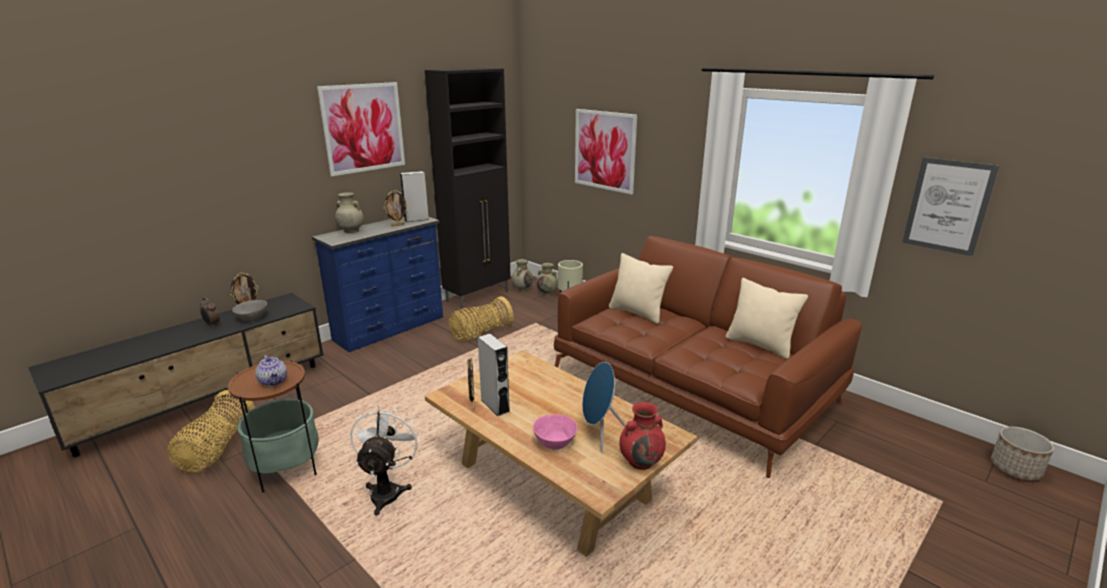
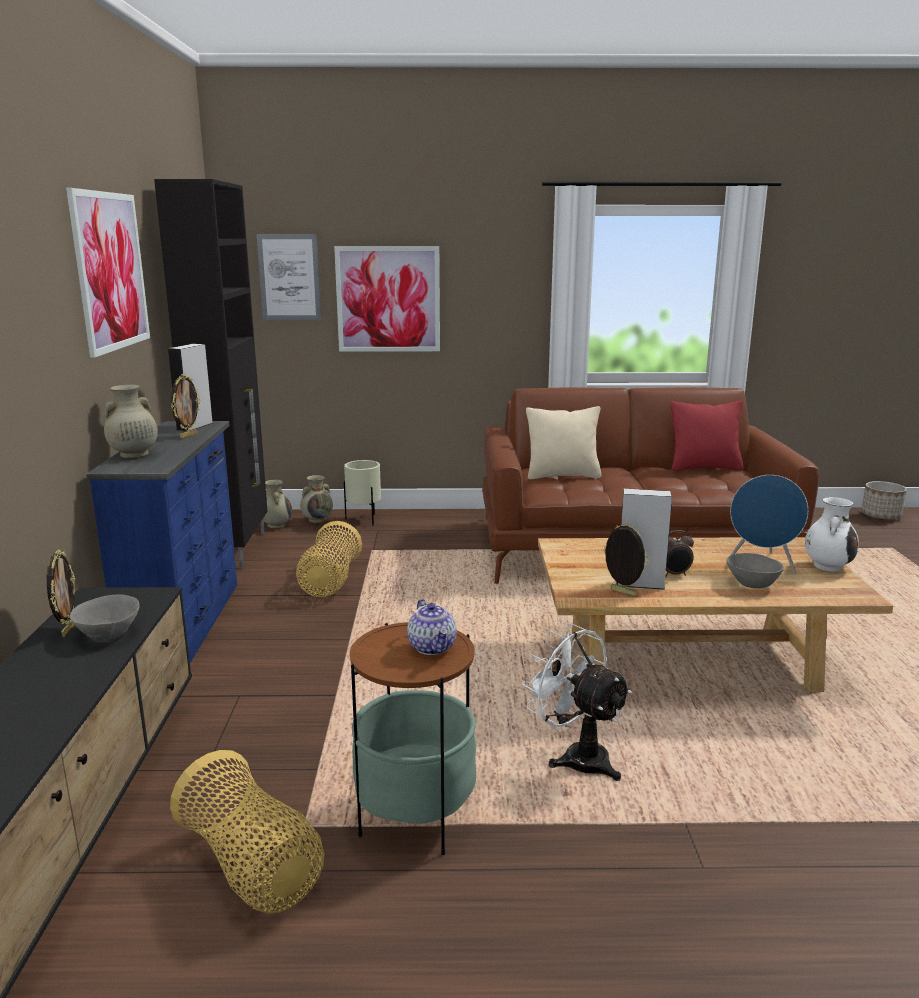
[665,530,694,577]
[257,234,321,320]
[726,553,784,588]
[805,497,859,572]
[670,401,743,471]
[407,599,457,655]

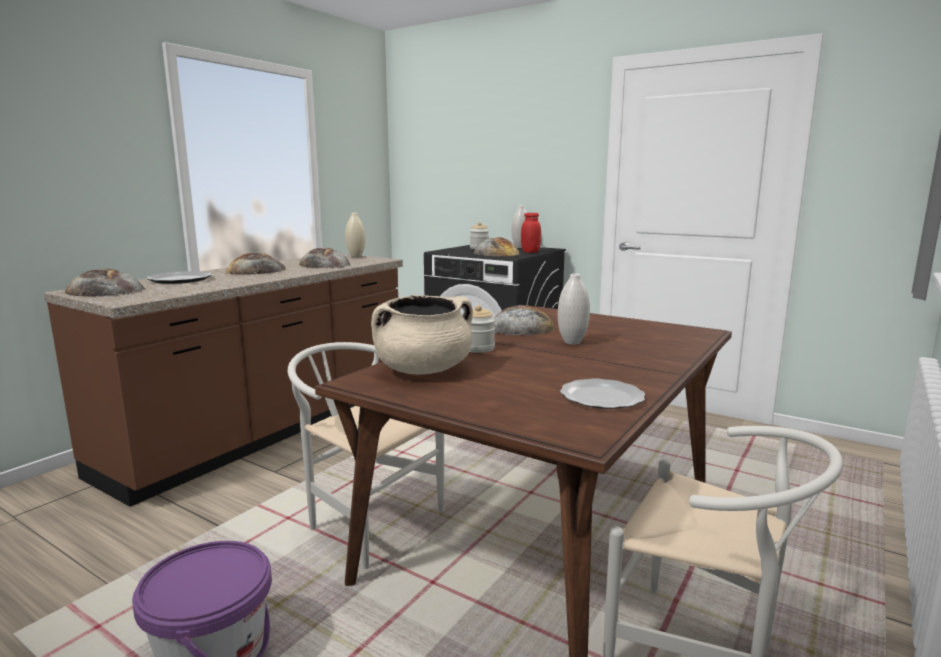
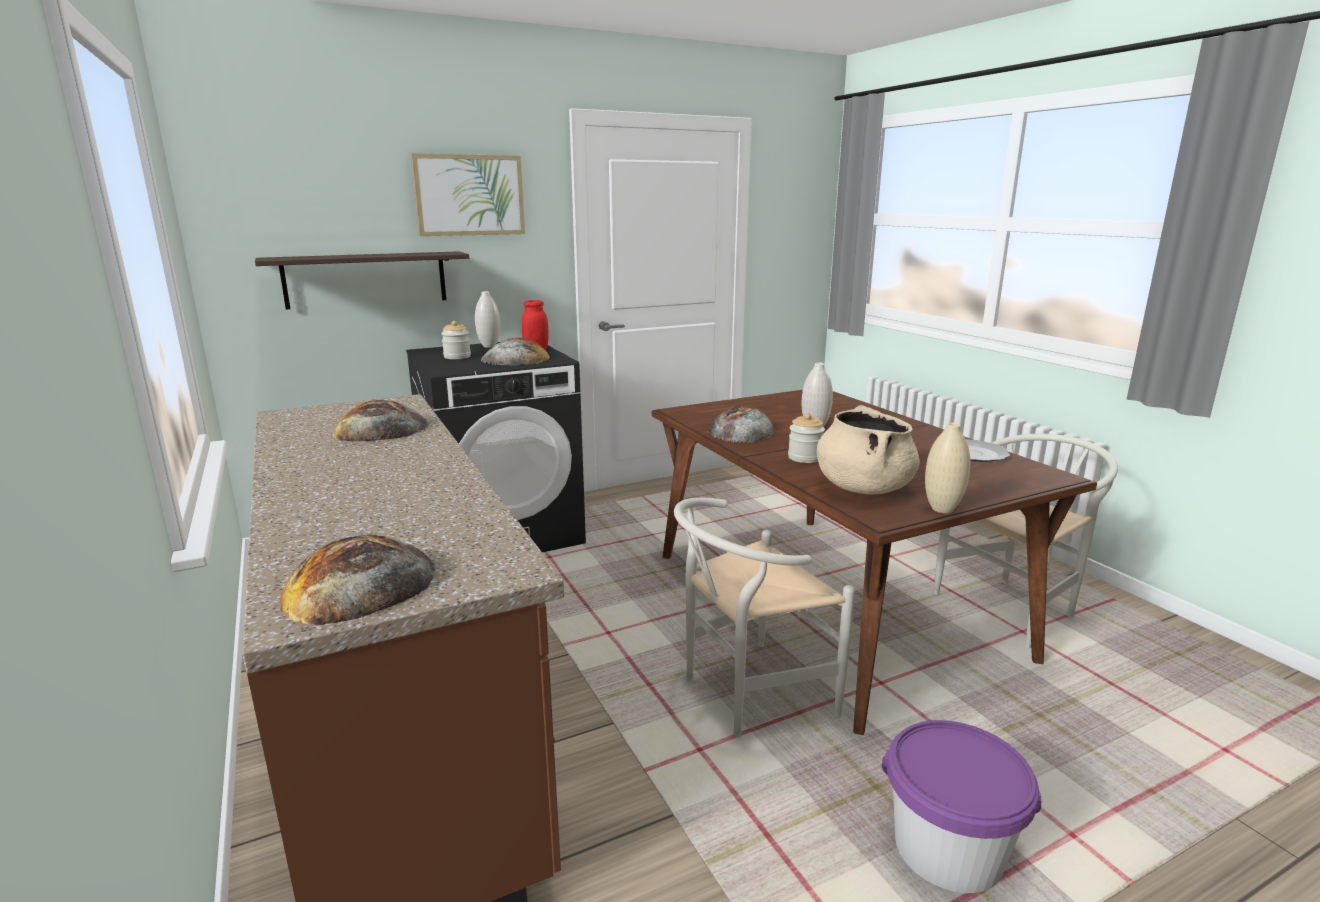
[147,271,212,284] (first image)
[225,253,286,275] (first image)
[255,251,469,309]
[411,153,525,236]
[925,423,971,513]

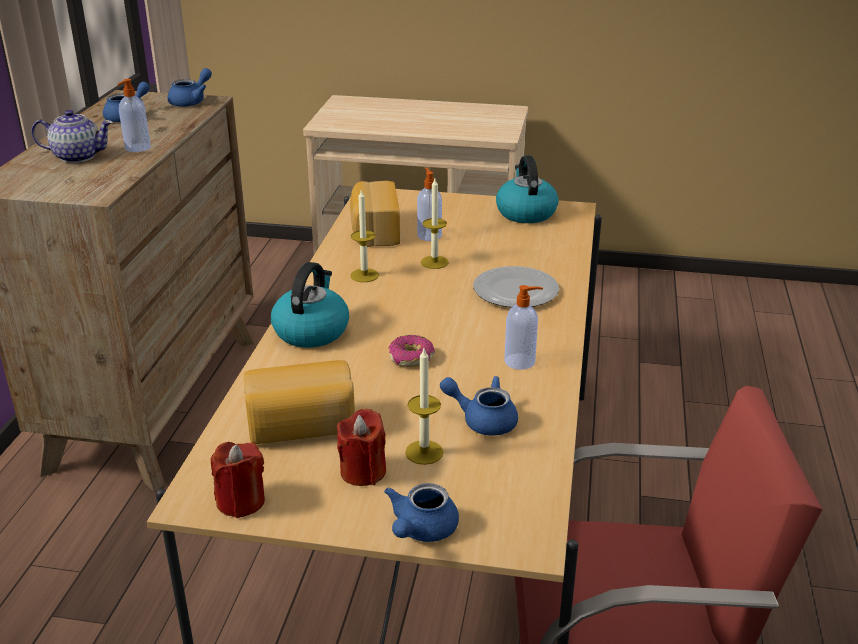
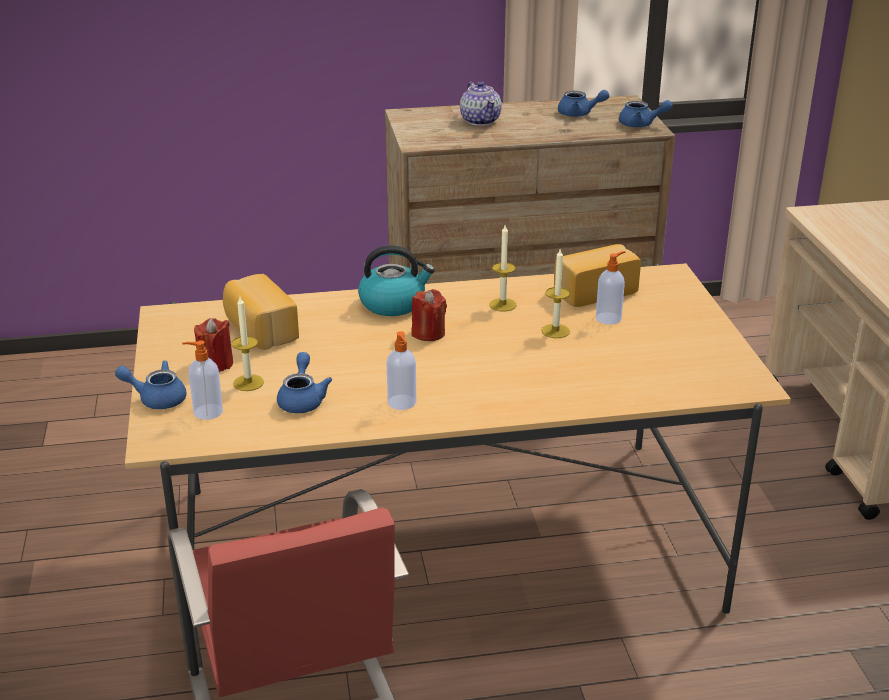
[389,335,435,367] (first image)
[473,266,559,308] (first image)
[496,156,559,223] (first image)
[182,340,223,420]
[411,289,447,341]

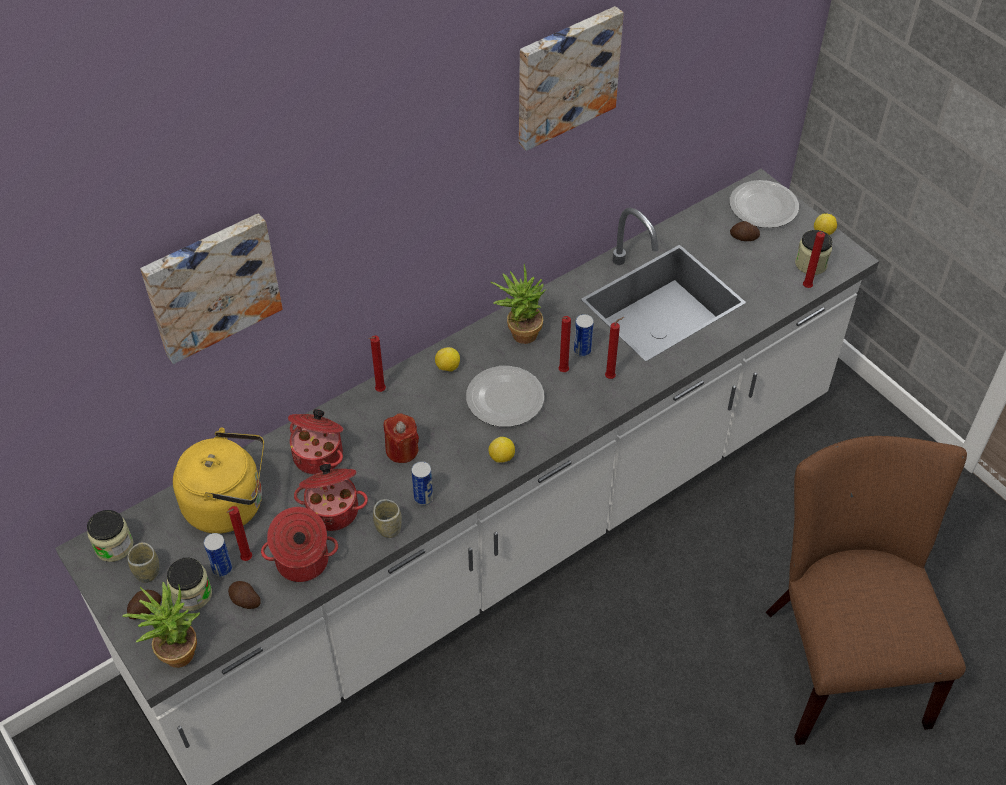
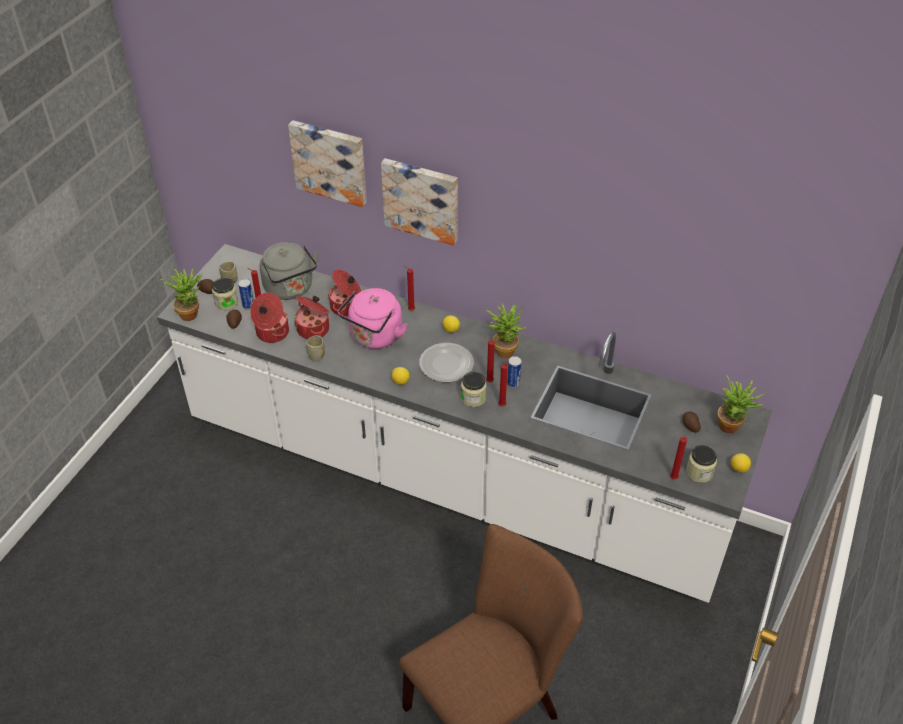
[411,461,433,506] (first image)
[461,372,487,407]
[381,158,458,246]
[338,288,408,349]
[717,376,767,433]
[260,242,319,300]

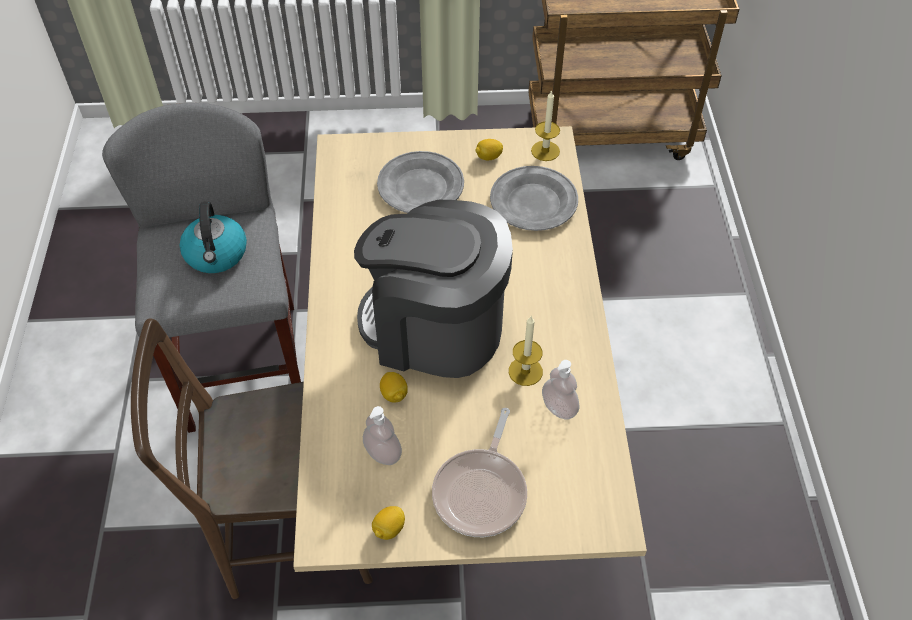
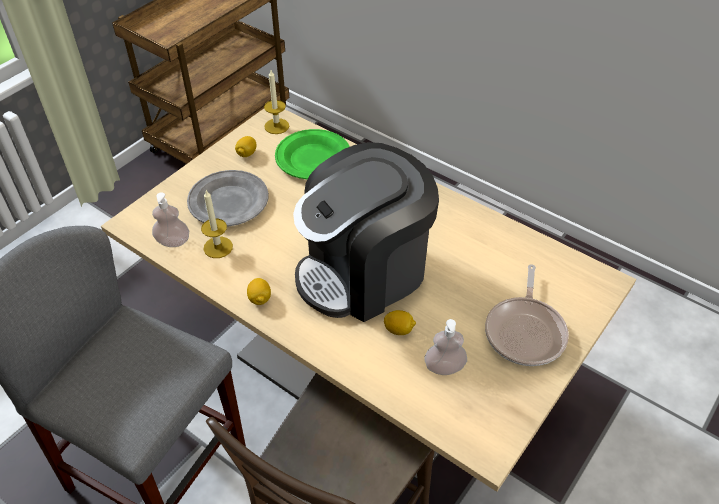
[180,202,247,273] (first image)
[247,278,271,305]
[201,190,233,258]
[152,192,189,247]
[275,129,350,179]
[485,264,569,366]

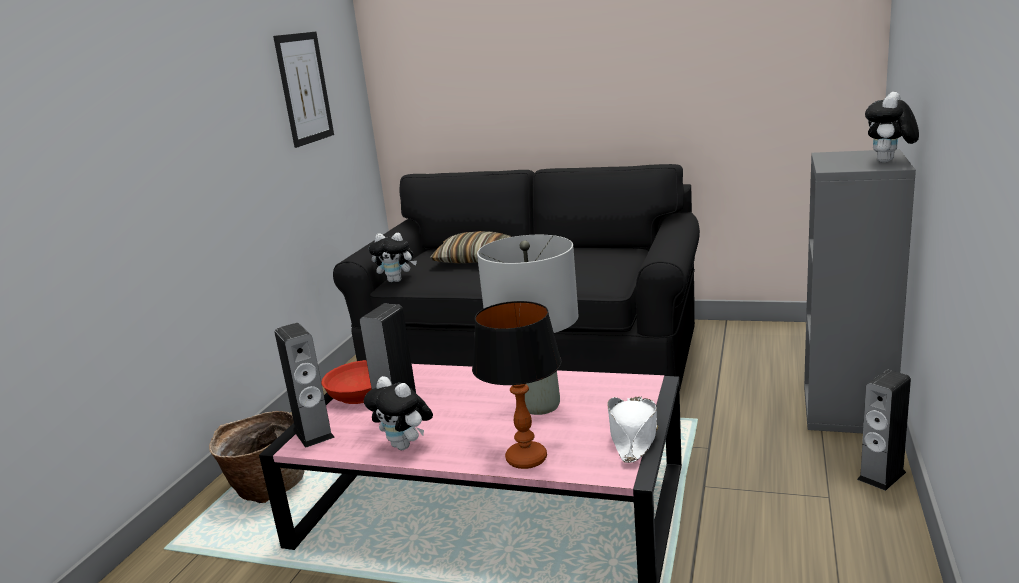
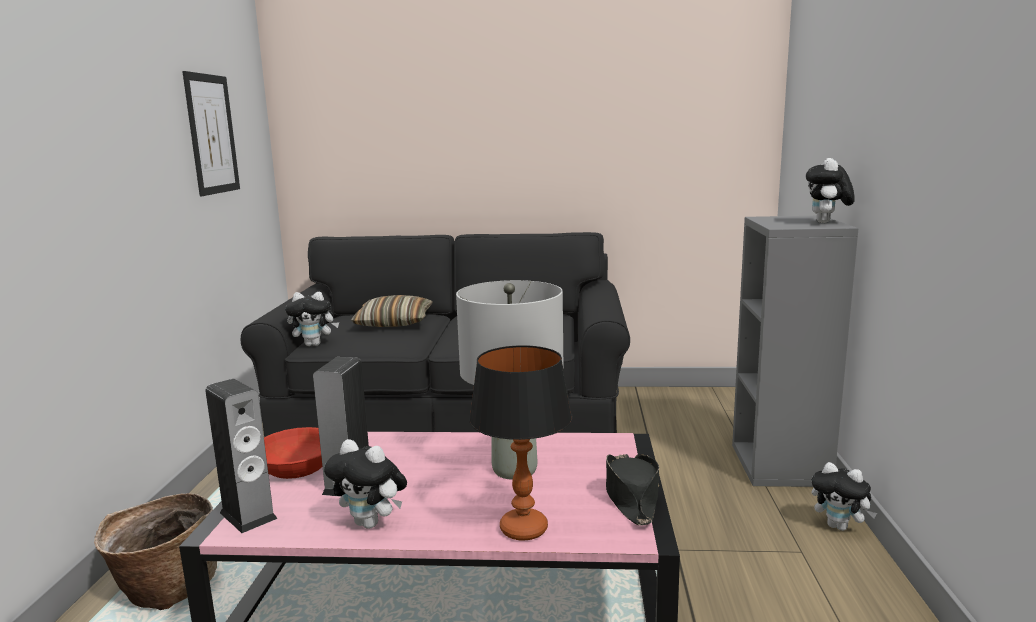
[811,462,877,531]
[606,454,659,525]

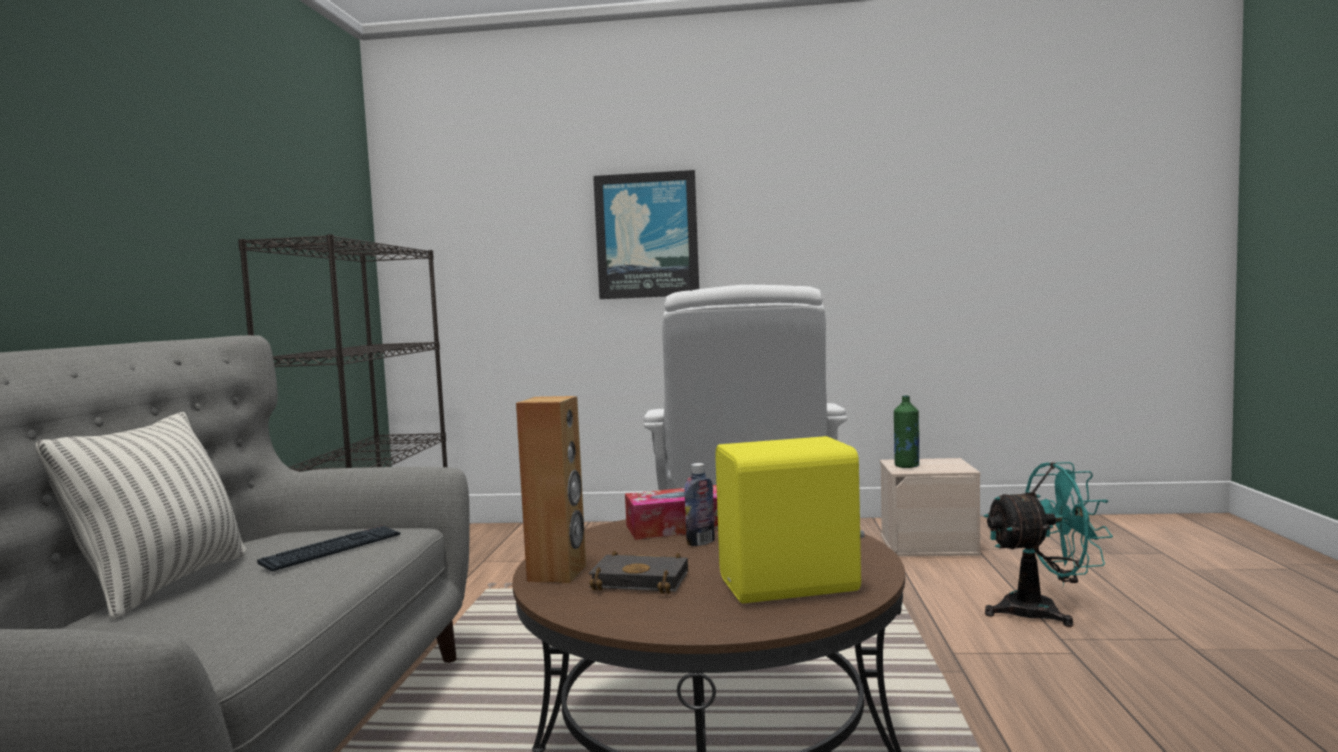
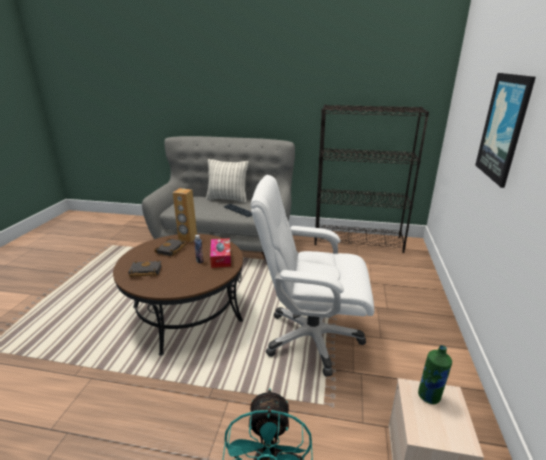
[128,260,162,277]

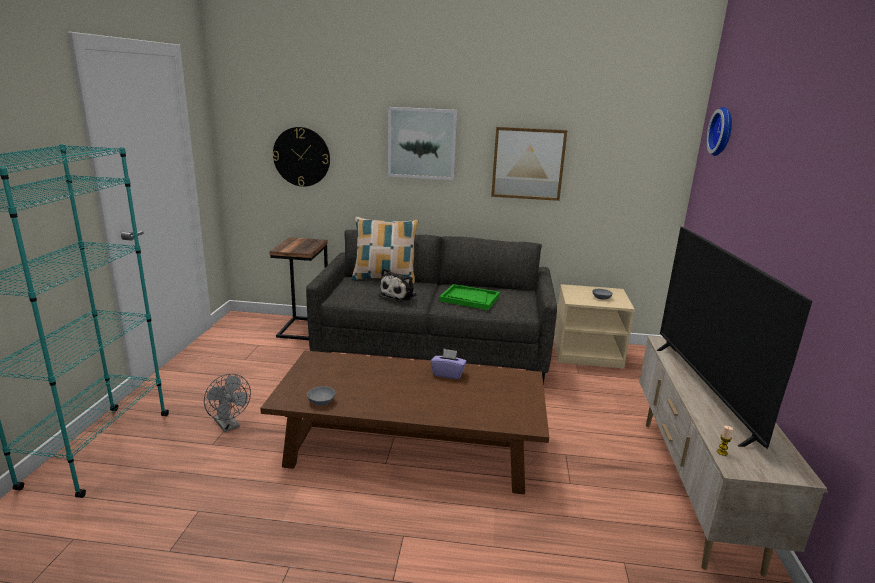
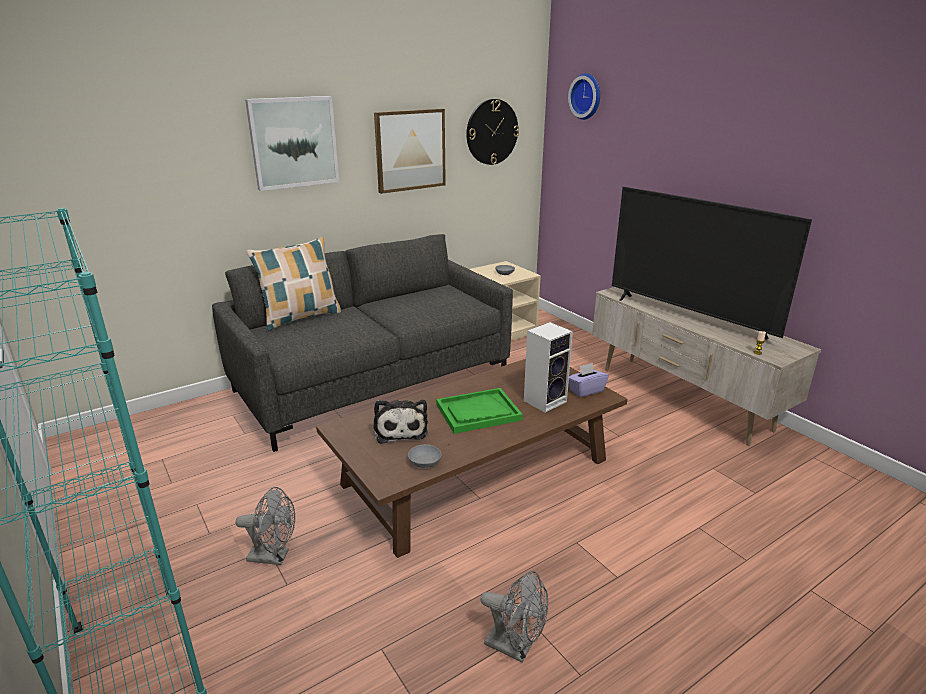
[269,237,328,340] (first image)
[480,571,548,662]
[524,322,573,413]
[466,99,519,165]
[374,400,428,444]
[568,363,609,397]
[436,388,523,434]

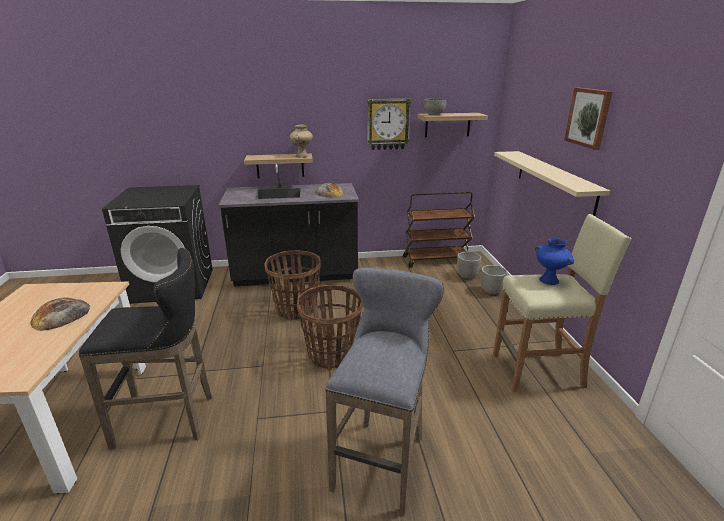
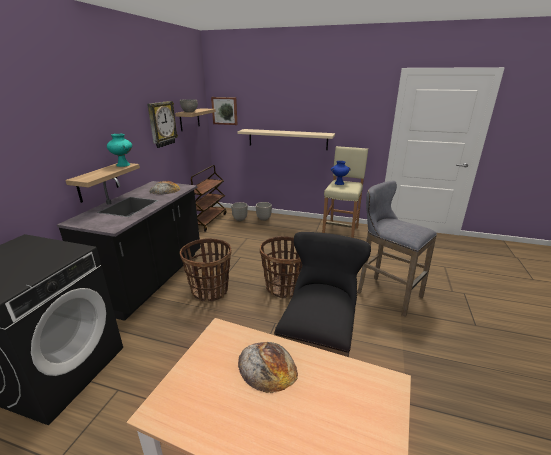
[211,97,237,125]
[107,134,132,167]

